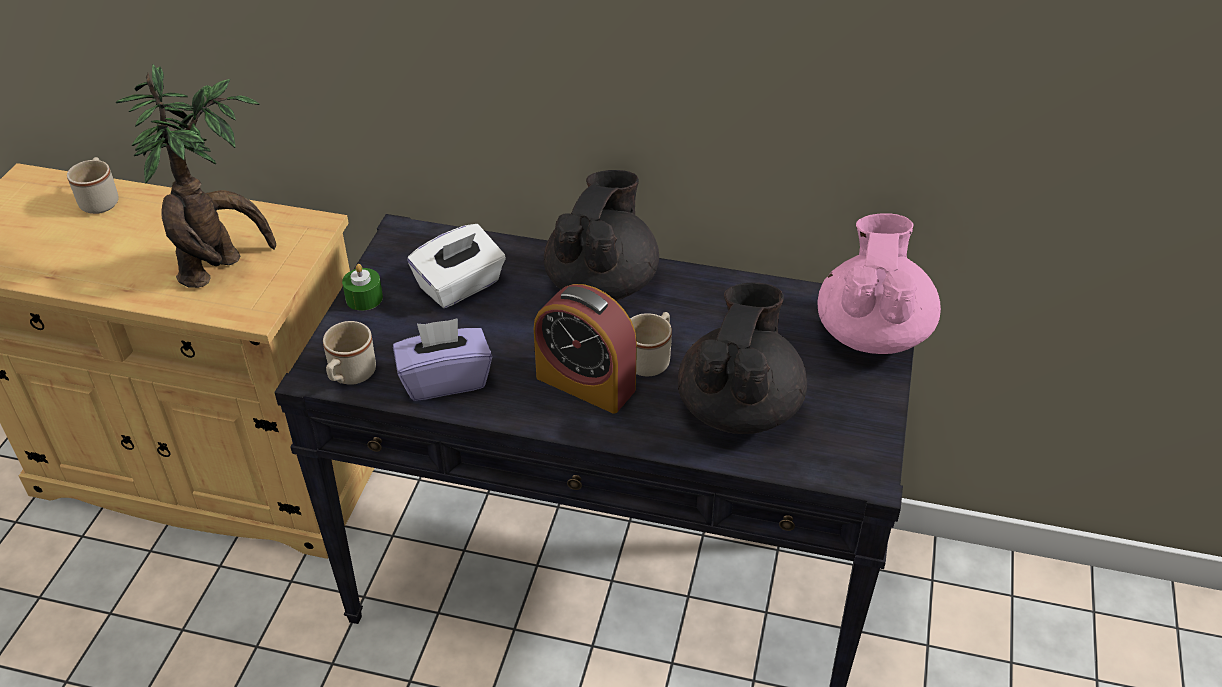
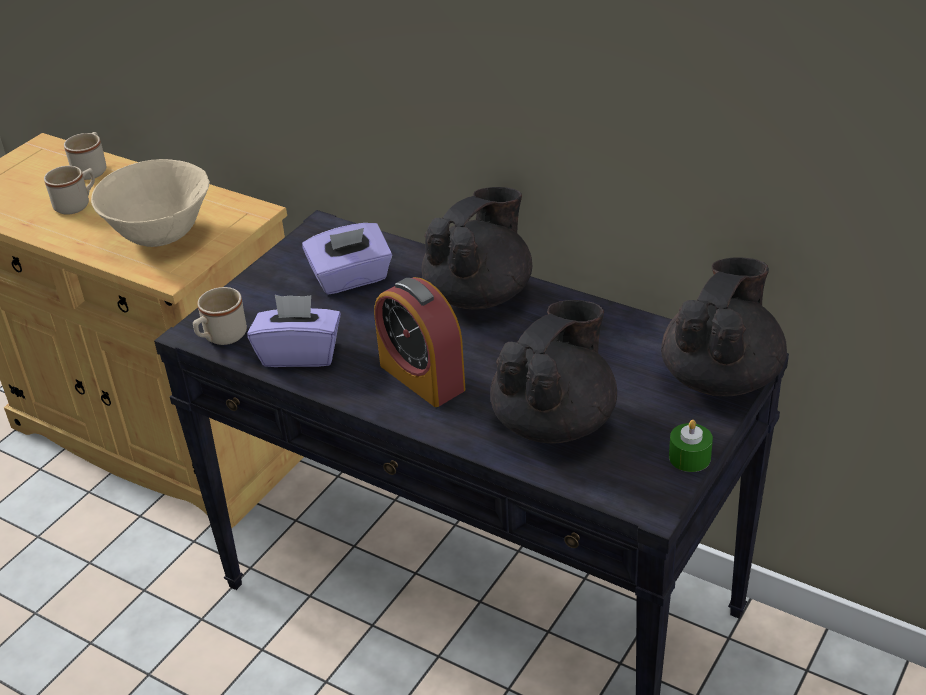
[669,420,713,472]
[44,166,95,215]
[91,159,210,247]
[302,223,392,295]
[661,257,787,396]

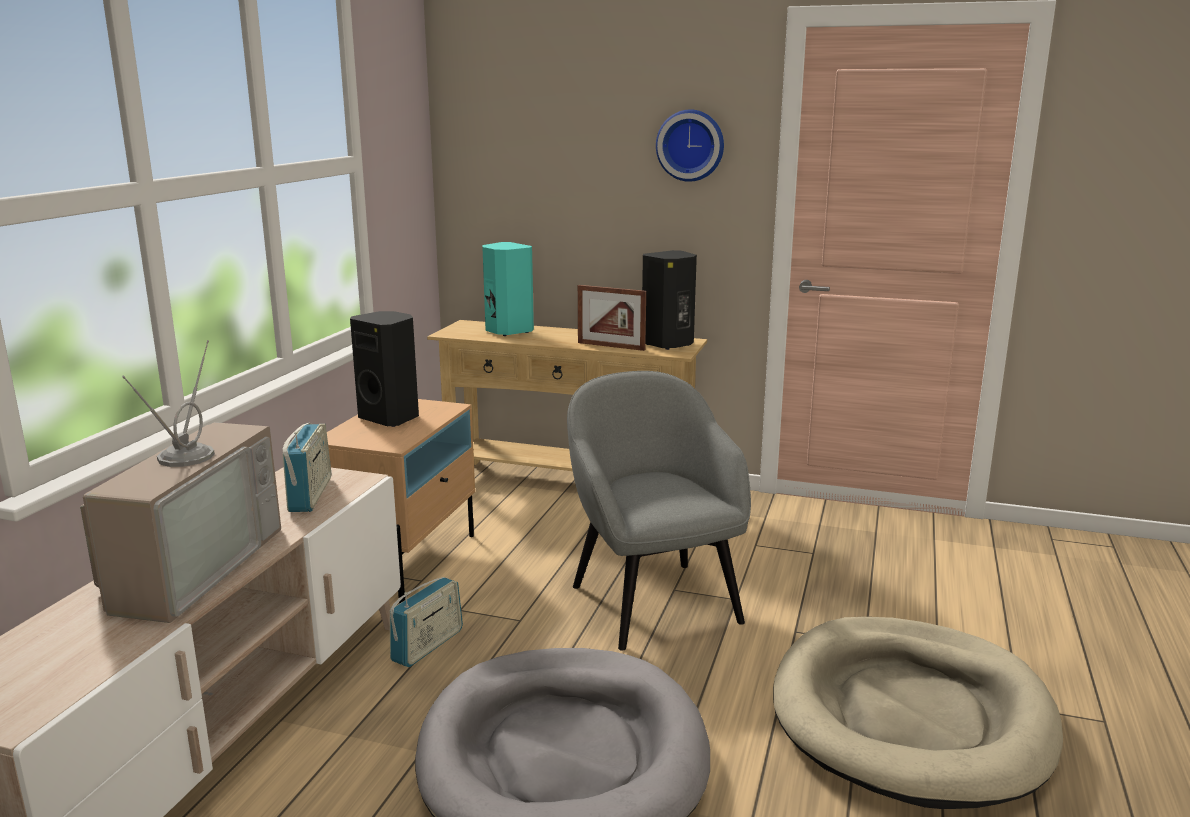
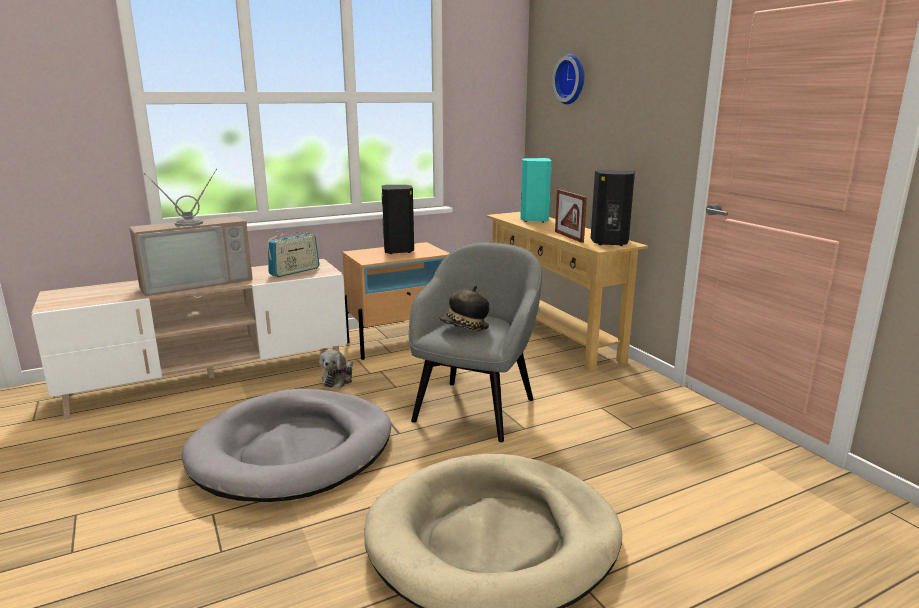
[439,286,489,331]
[552,54,584,104]
[319,350,353,388]

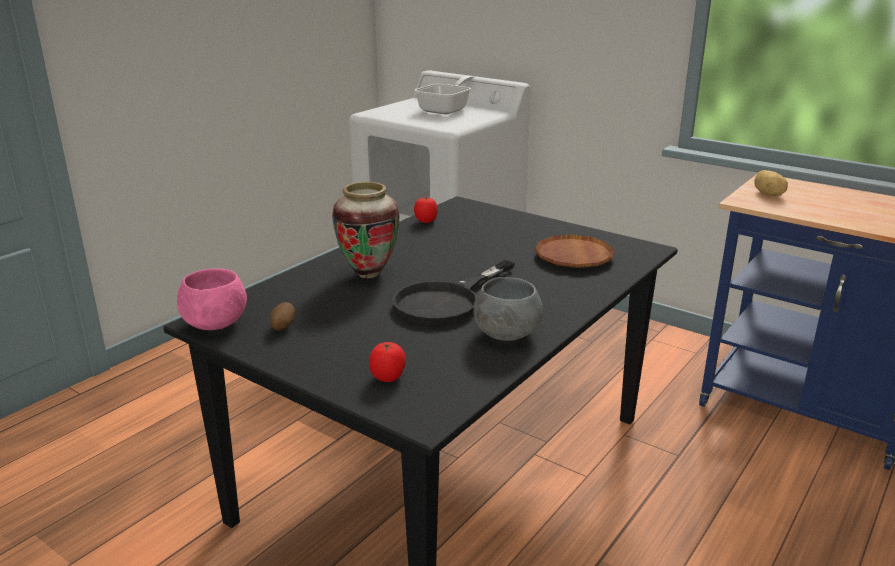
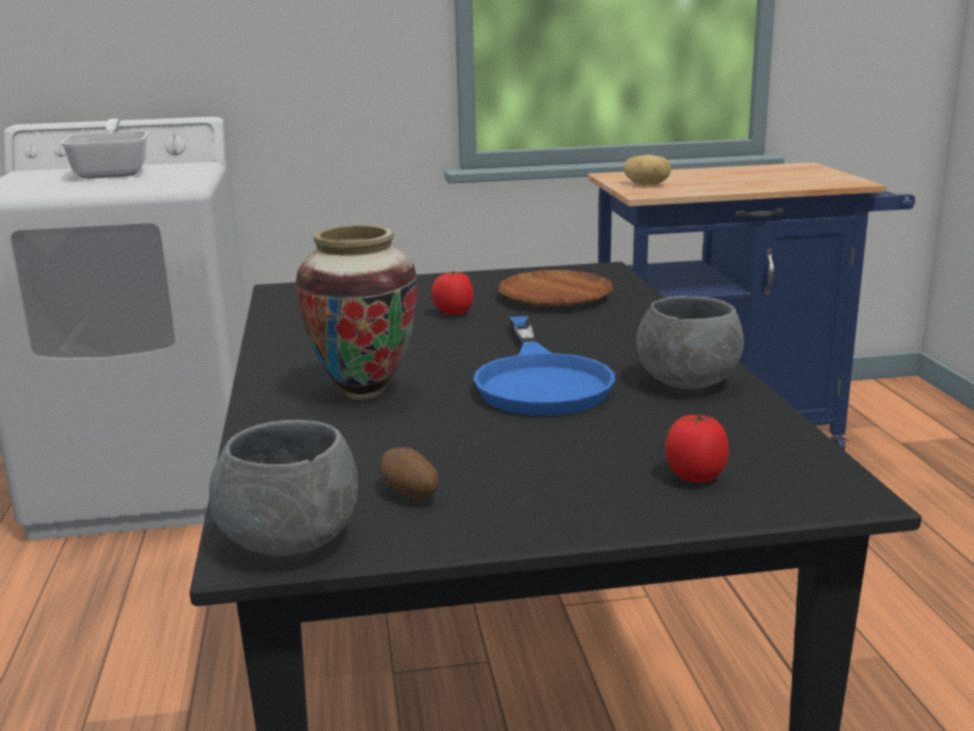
[431,271,474,315]
[209,420,358,556]
[473,316,615,416]

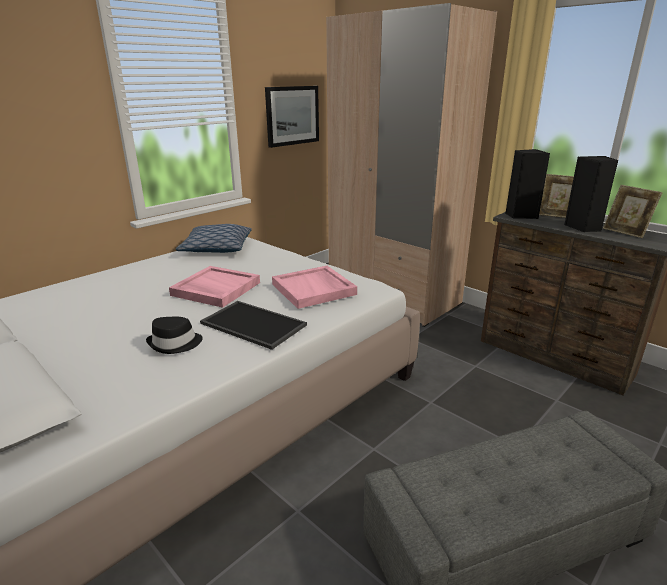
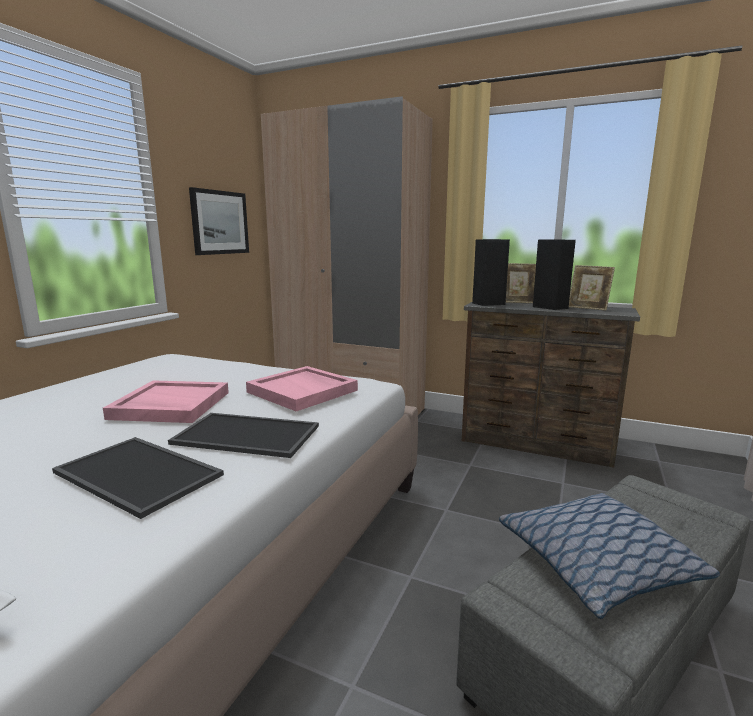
[499,493,720,619]
[52,437,224,519]

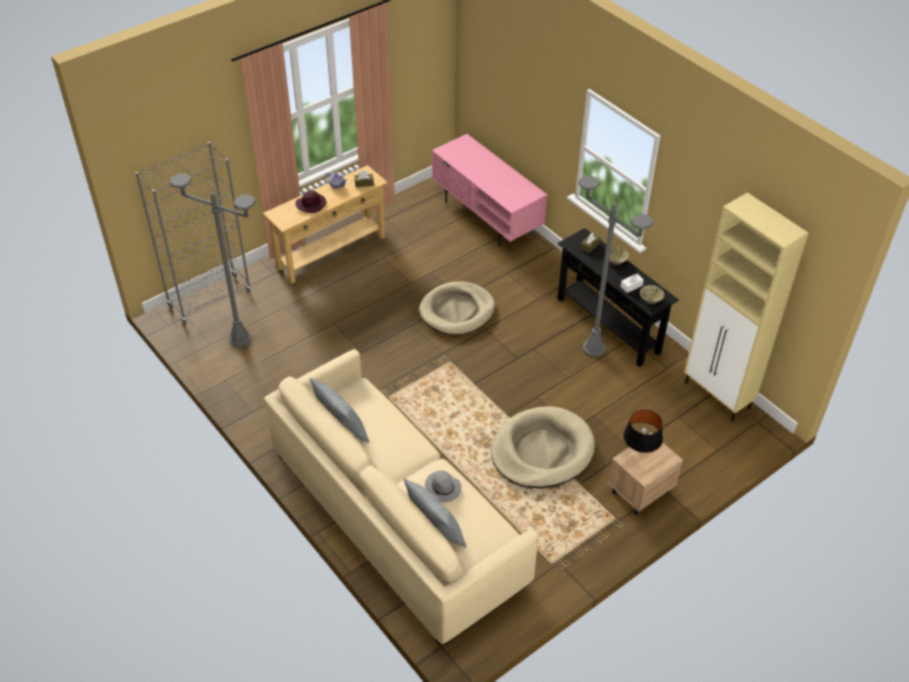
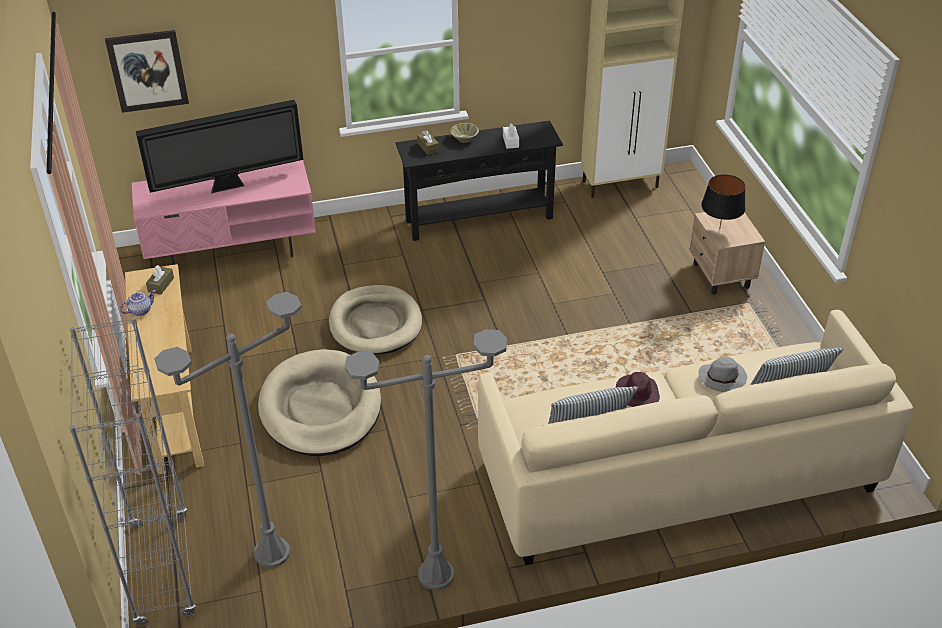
[640,285,664,304] (first image)
[105,30,189,113]
[136,100,303,193]
[616,372,660,407]
[258,349,381,456]
[345,329,507,590]

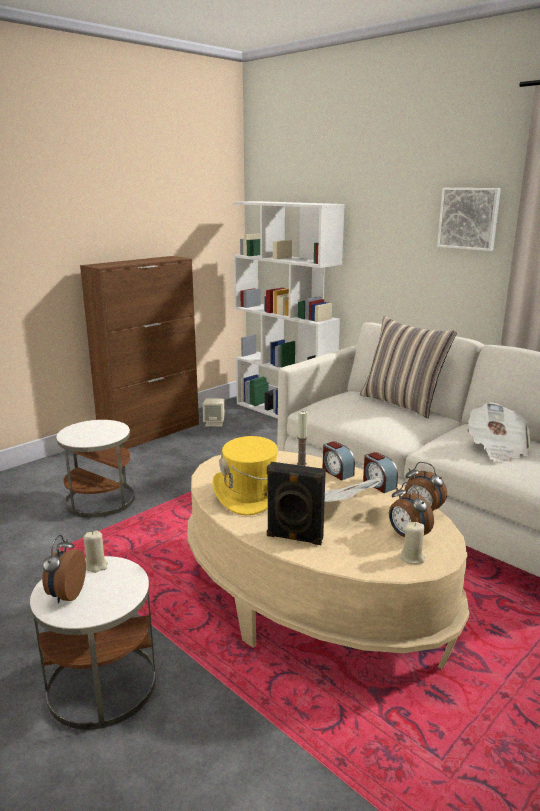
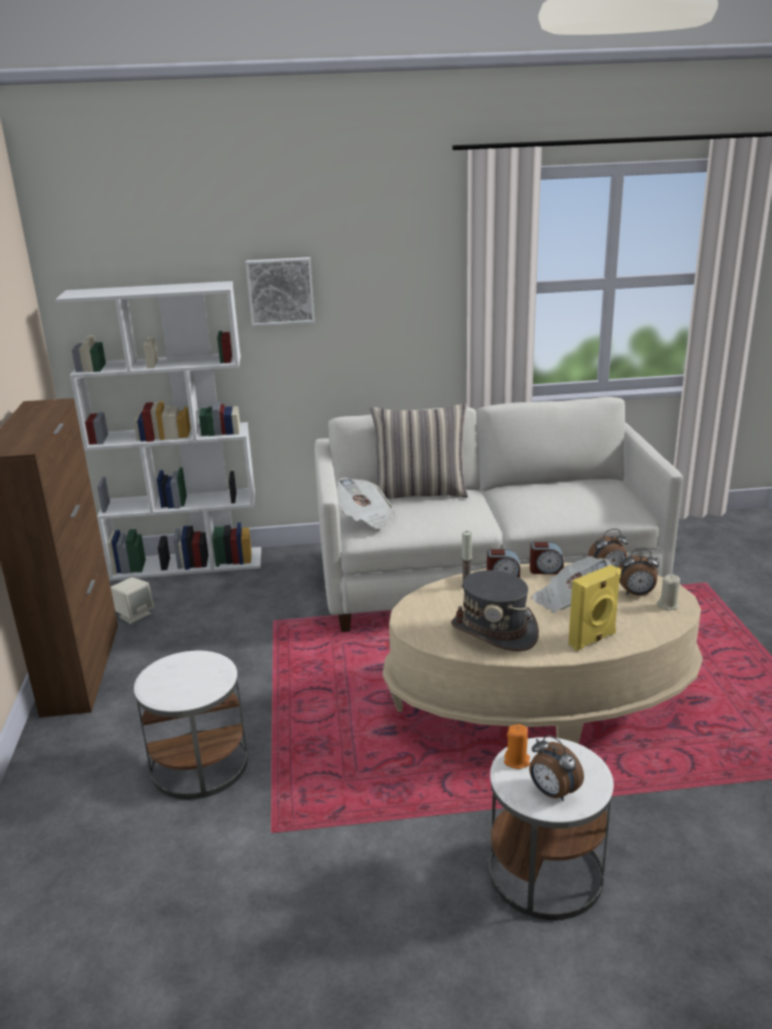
[245,257,315,326]
[336,478,396,530]
[504,724,530,769]
[451,570,539,651]
[568,565,621,651]

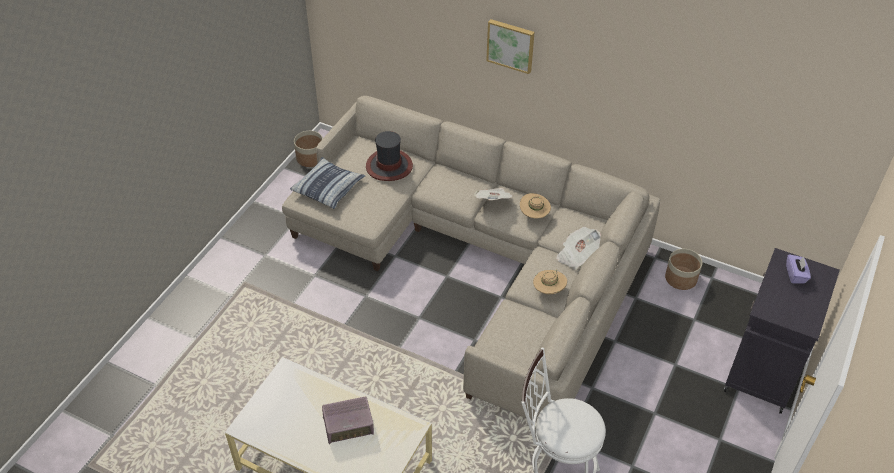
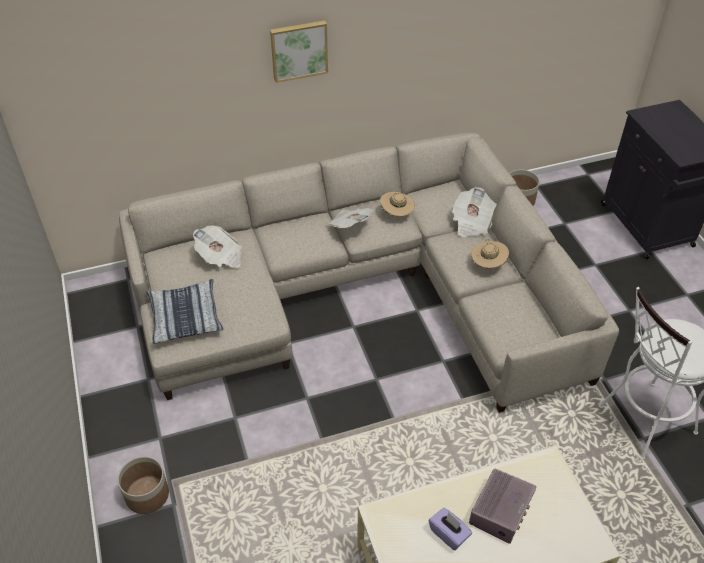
[118,457,169,514]
[429,508,472,551]
[193,226,242,268]

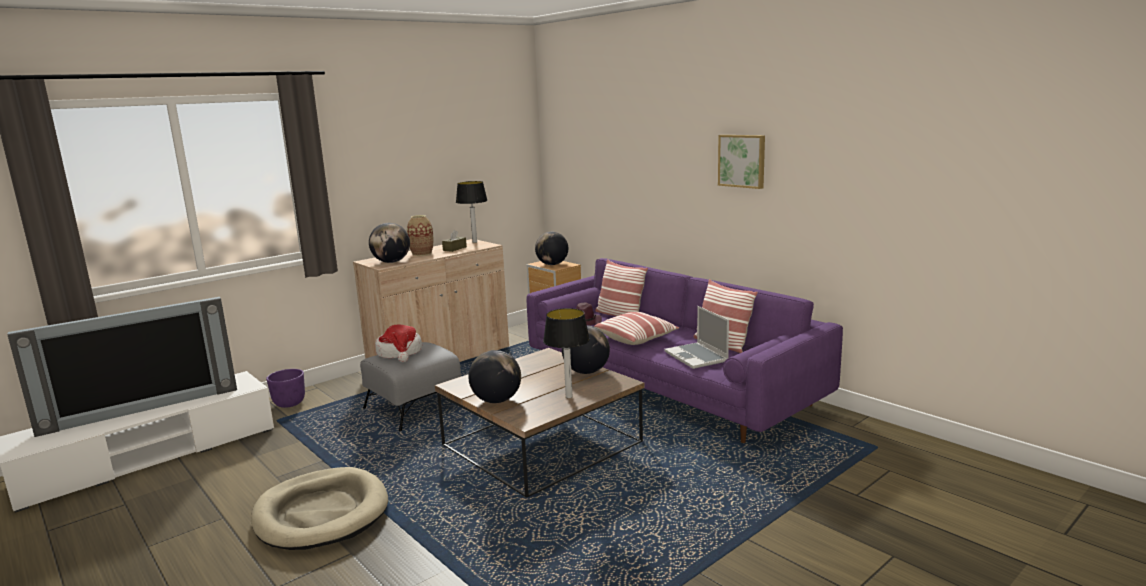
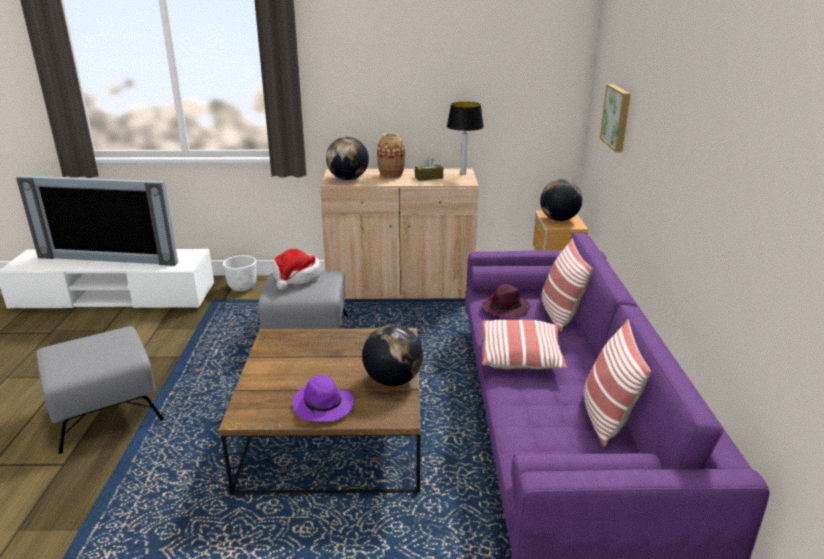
[468,350,521,403] (first image)
[664,306,729,369] (first image)
[600,84,630,152]
[36,326,164,454]
[293,375,354,422]
[223,255,257,291]

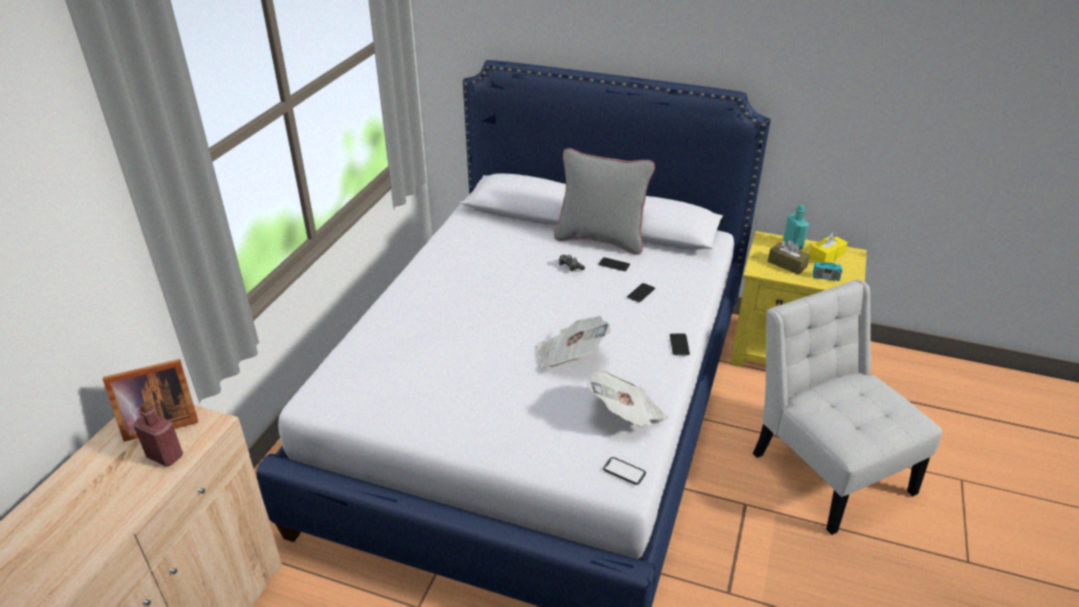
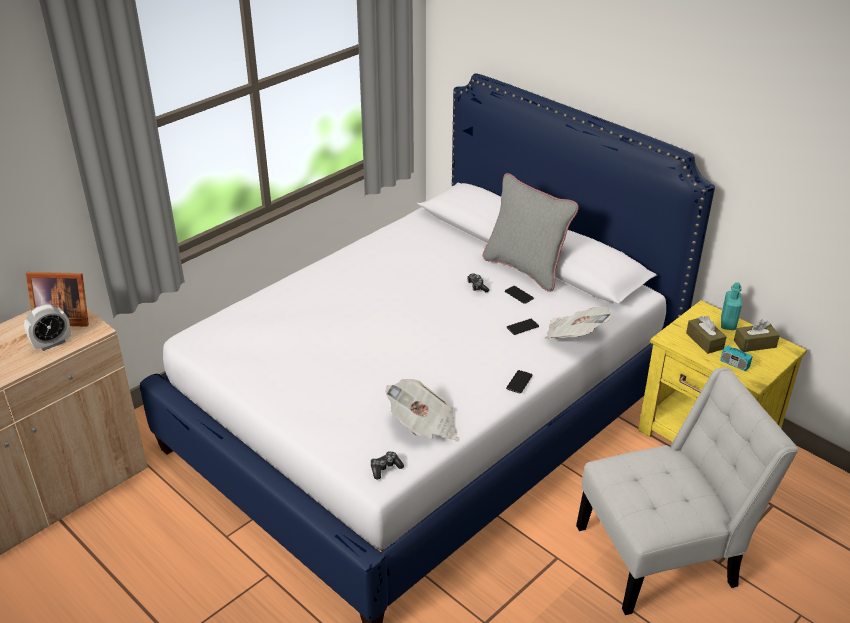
[545,307,611,339]
[24,304,71,351]
[371,451,404,480]
[734,320,780,352]
[576,367,799,615]

